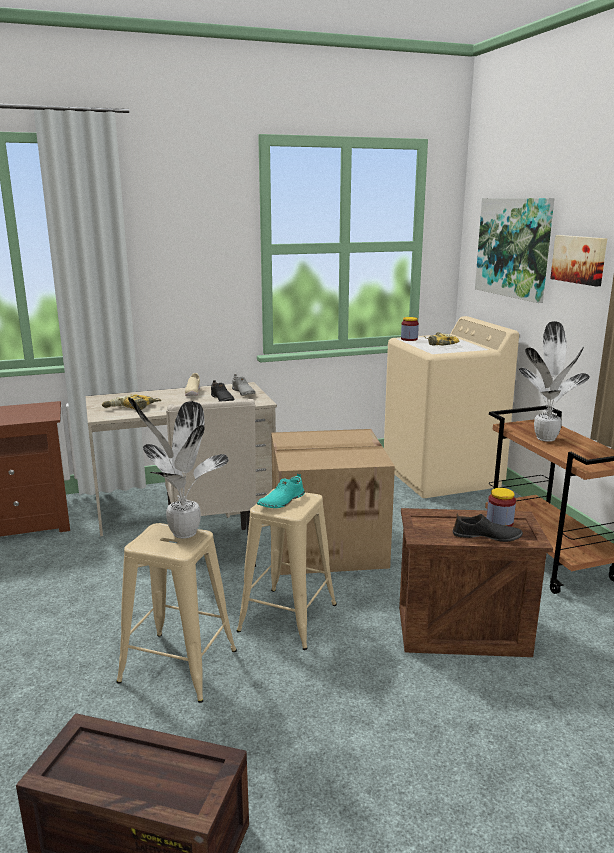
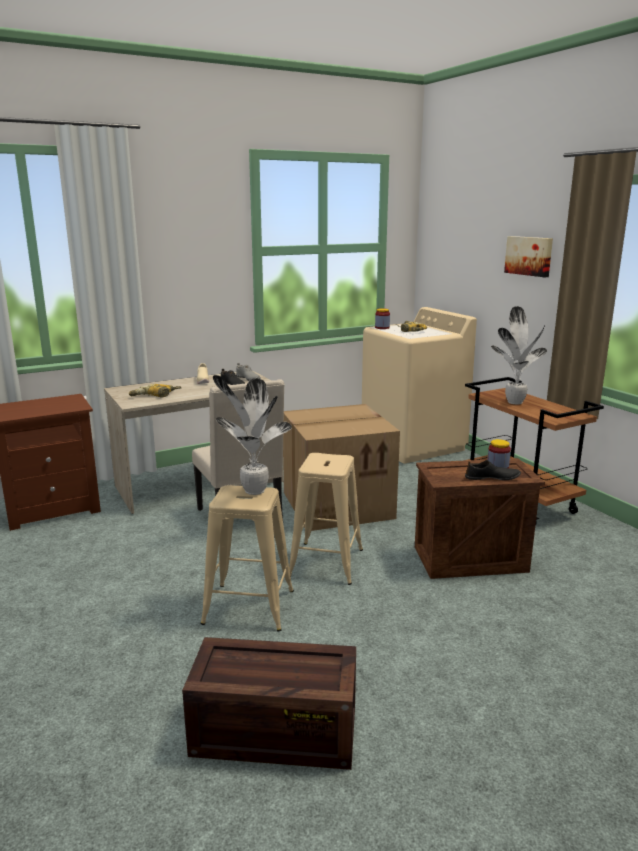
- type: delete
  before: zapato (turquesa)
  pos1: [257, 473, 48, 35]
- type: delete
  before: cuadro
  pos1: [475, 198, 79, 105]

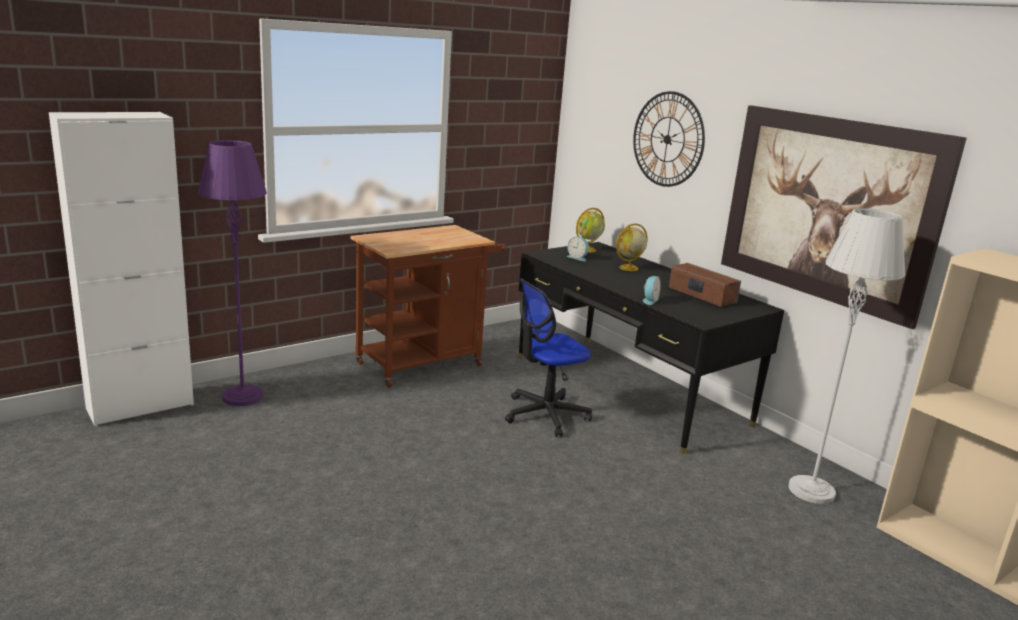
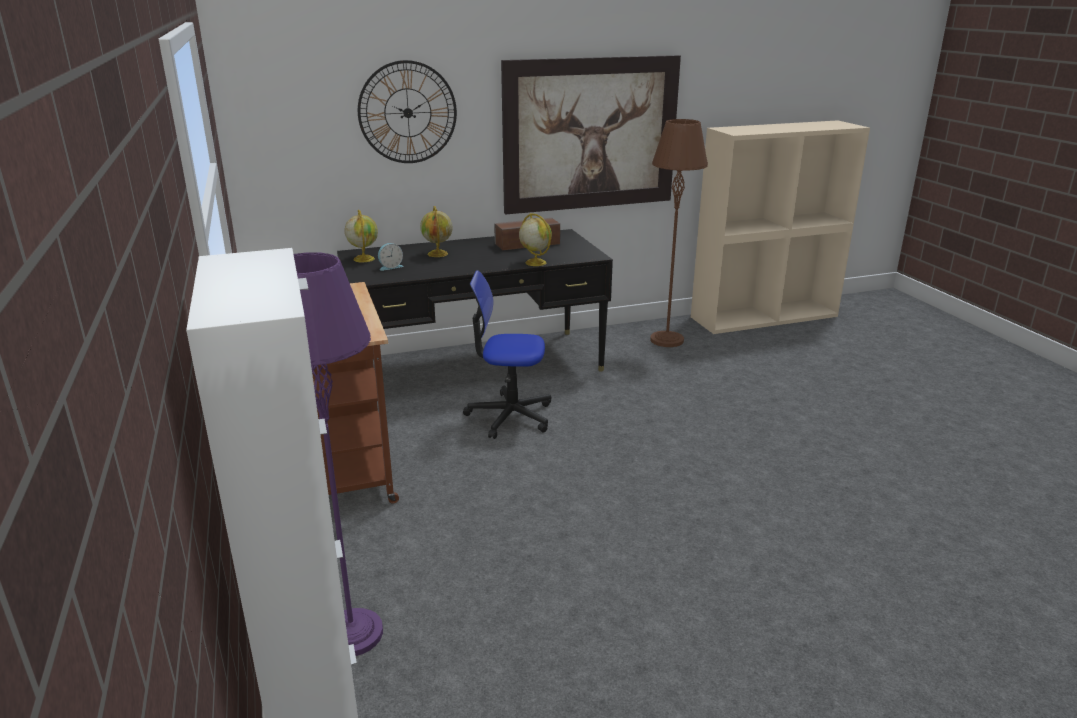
- type: rotate
  before: silla de oficina
  pos1: [505, 279, 87, 158]
  pos2: [463, 270, 88, 169]
  turn: 105
- type: replace
  before: despertador
  after: globo terráqueo
  pos1: [643, 276, 18, 29]
  pos2: [519, 213, 33, 53]
- type: recolor
  before: lámpara de pie (gris)
  after: lámpara de pie (marrón)
  pos1: [788, 208, 117, 296]
  pos2: [650, 119, 58, 228]

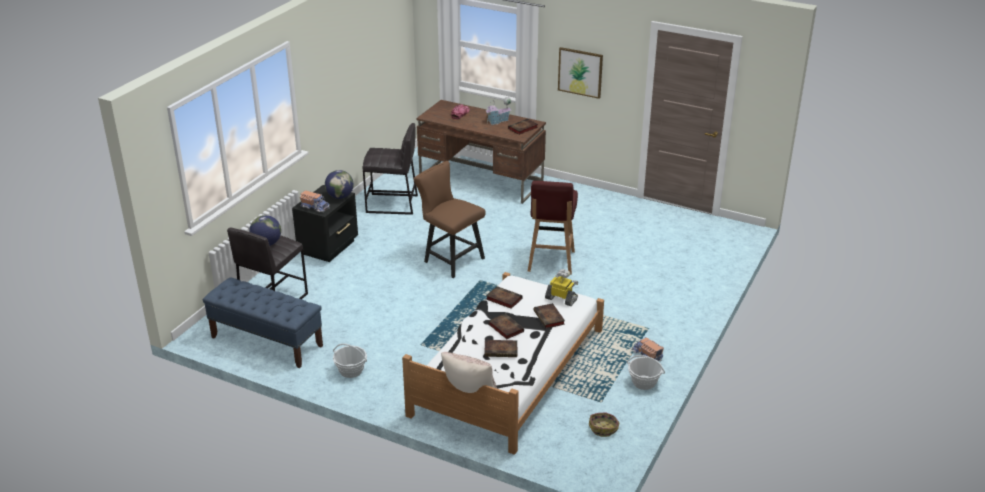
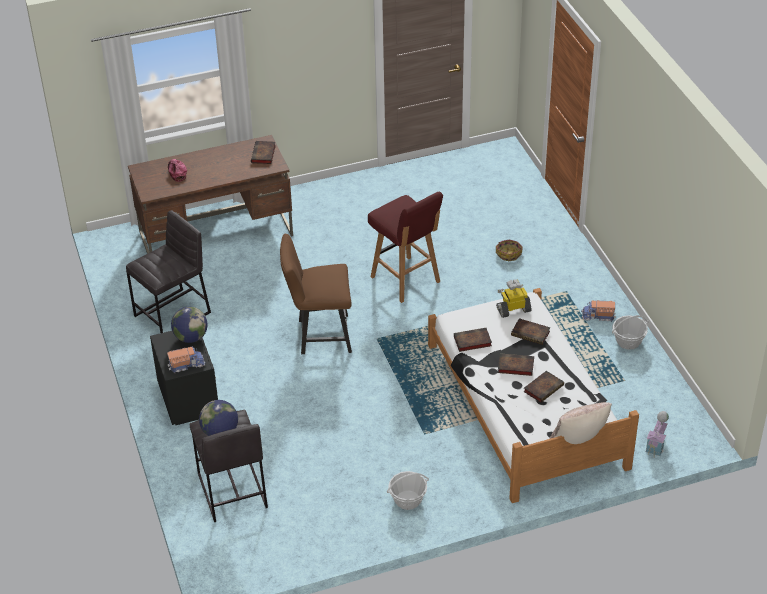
- type: delete
  before: banco (azul)
  pos1: [203, 277, 120, 91]
- type: move
  before: casita
  pos1: [485, 97, 26, 28]
  pos2: [645, 411, 24, 45]
- type: delete
  before: cuadro
  pos1: [558, 47, 45, 52]
- type: move
  before: cesta
  pos1: [589, 412, 30, 25]
  pos2: [496, 240, 27, 21]

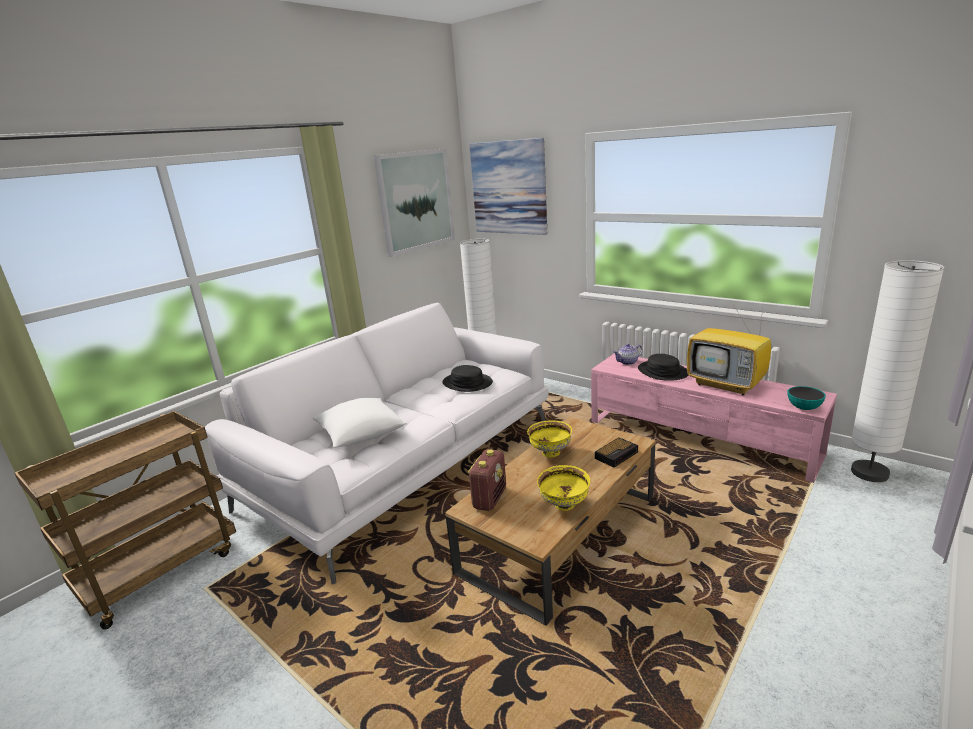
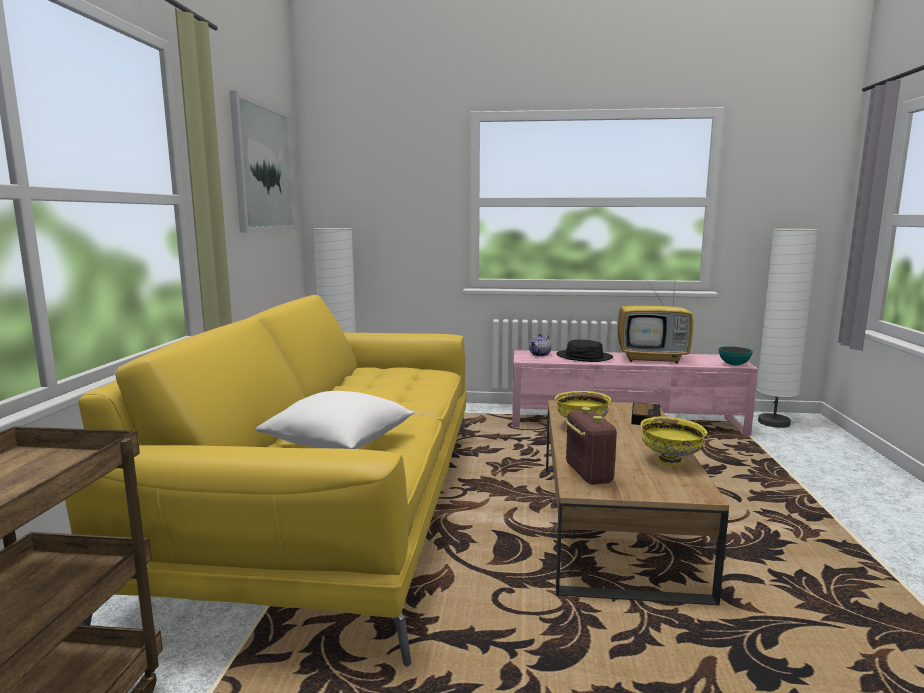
- type: recolor
  before: sofá (blanco)
  after: sofá (amarillo)
  pos1: [205, 303, 343, 281]
  pos2: [65, 295, 402, 372]
- type: delete
  before: sombrero (negro)
  pos1: [442, 365, 51, 27]
- type: delete
  before: cuadro
  pos1: [469, 138, 78, 97]

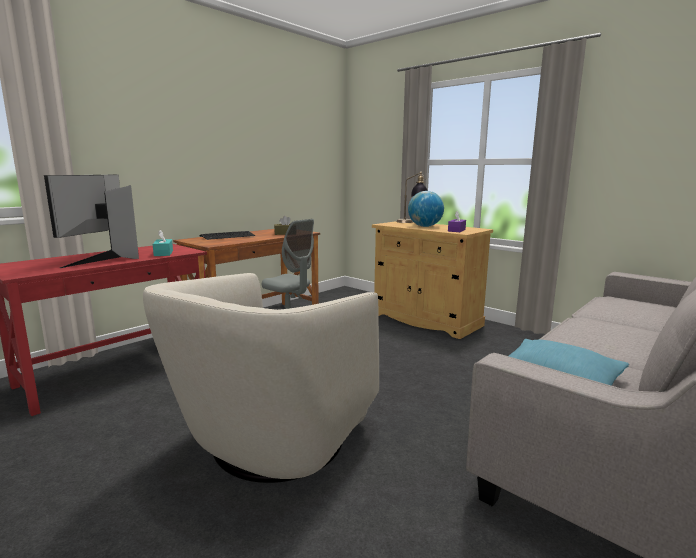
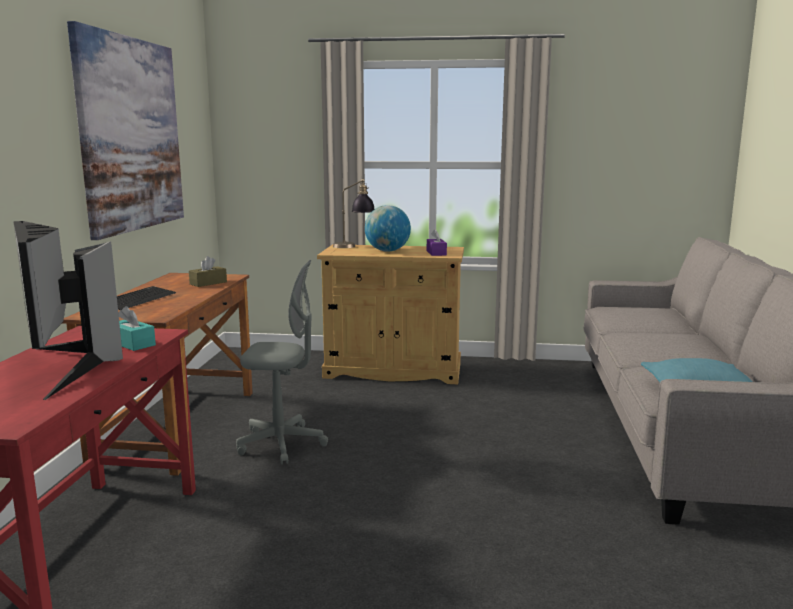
- type: delete
  before: sillón (beis)
  pos1: [143, 273, 236, 210]
- type: insert
  after: cuadro
  pos2: [67, 21, 117, 219]

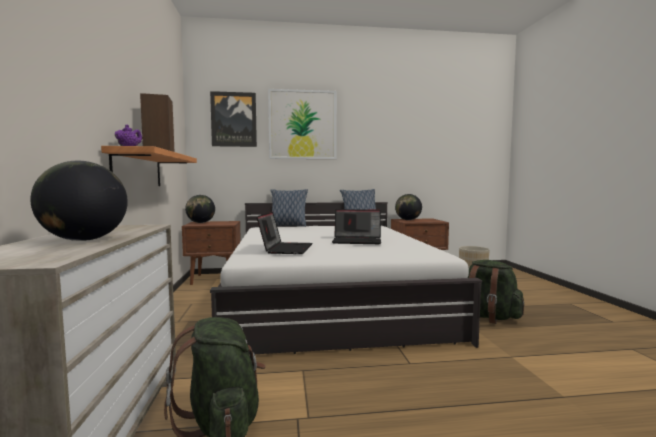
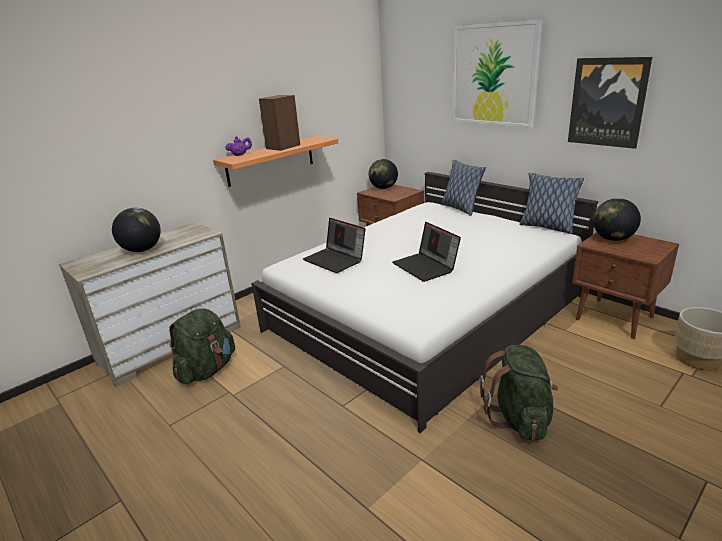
- type: move
  before: cuadro
  pos1: [210, 91, 47, 56]
  pos2: [568, 57, 84, 92]
- type: rotate
  before: portátil
  pos1: [257, 212, 55, 42]
  pos2: [303, 218, 63, 55]
  turn: 75

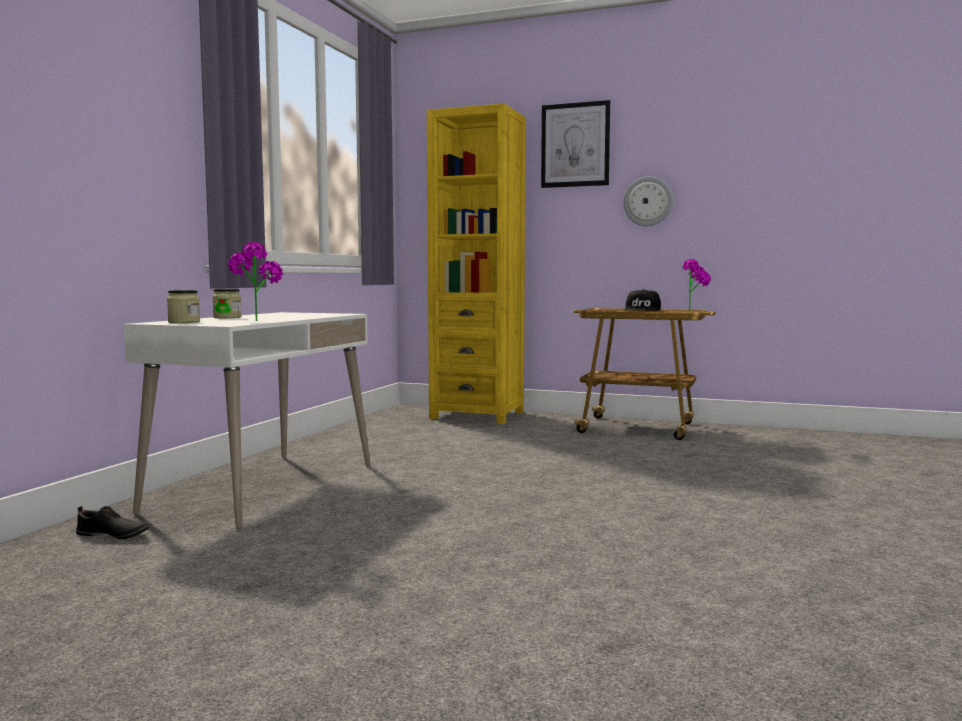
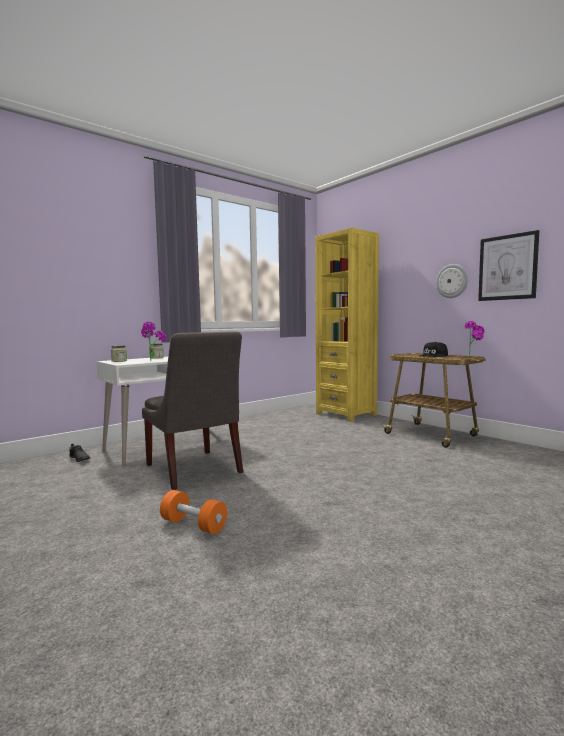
- type: move
  before: cuadro
  pos1: [541, 100, 69, 88]
  pos2: [478, 230, 61, 71]
- type: insert
  after: silla (gris)
  pos2: [142, 331, 101, 159]
- type: insert
  after: mancuerna (naranja)
  pos2: [160, 490, 67, 44]

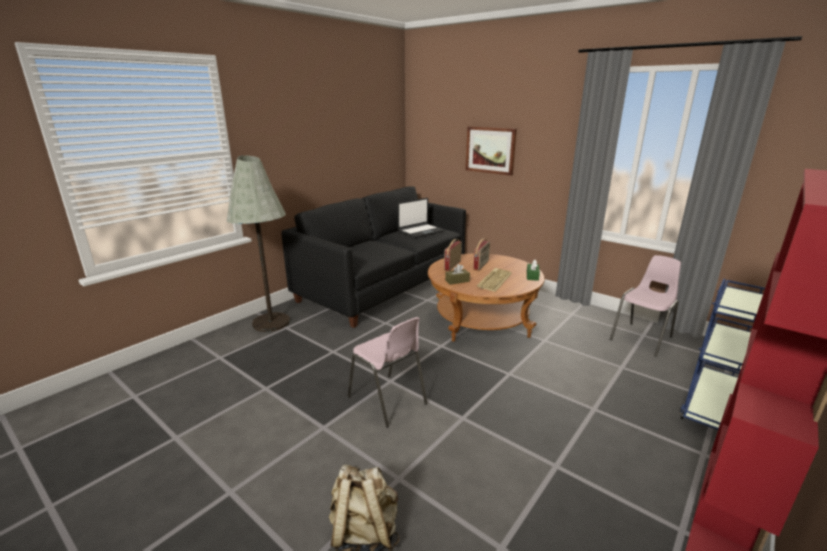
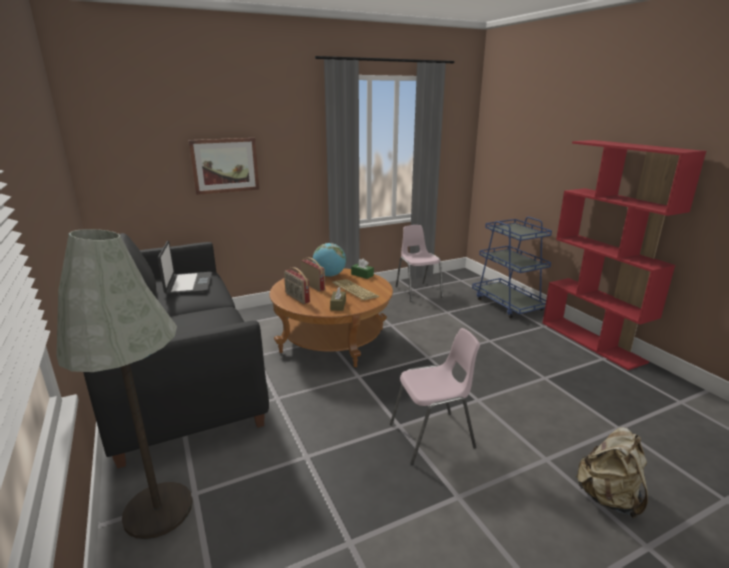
- type: insert
  after: globo terráqueo
  pos2: [312, 243, 34, 34]

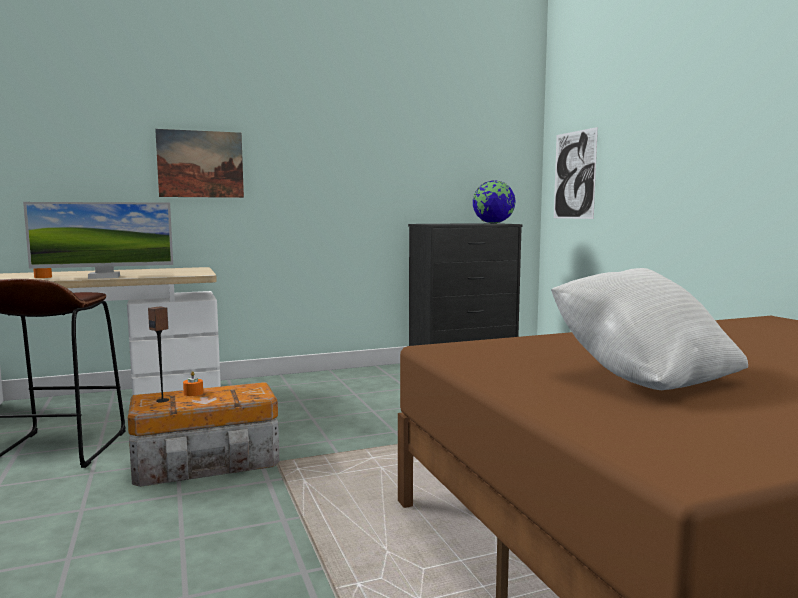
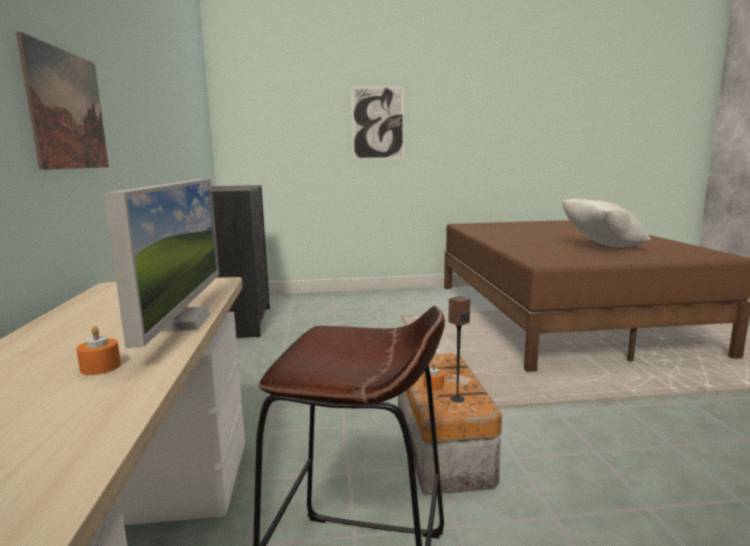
- type: delete
  before: globo terráqueo
  pos1: [473, 180, 43, 44]
- type: move
  before: cuadro
  pos1: [554, 127, 44, 92]
  pos2: [351, 86, 53, 73]

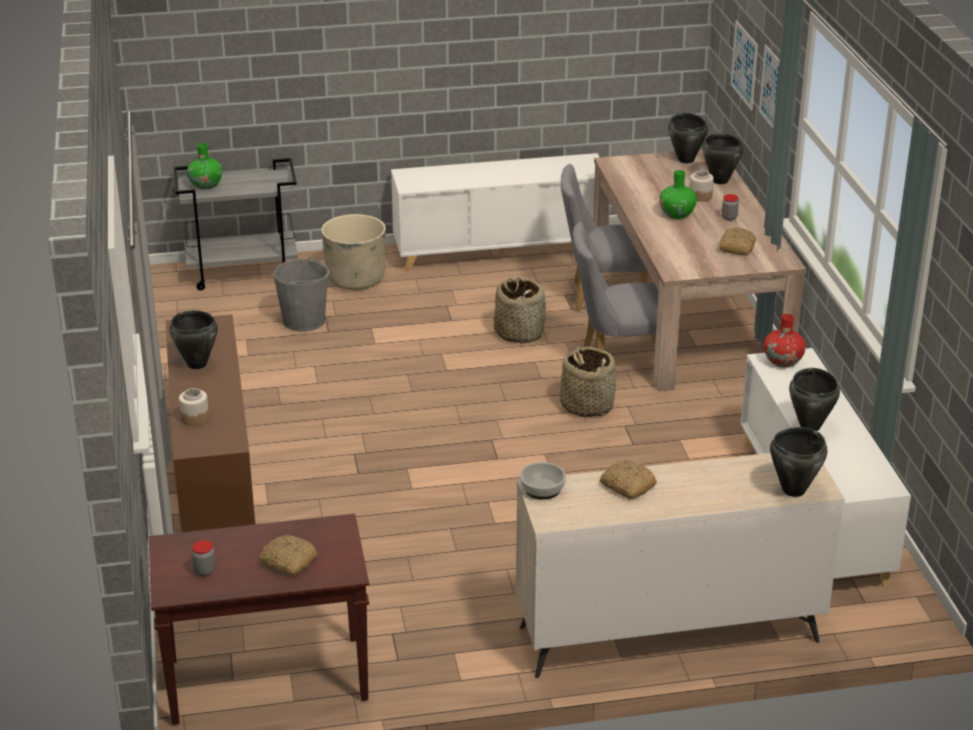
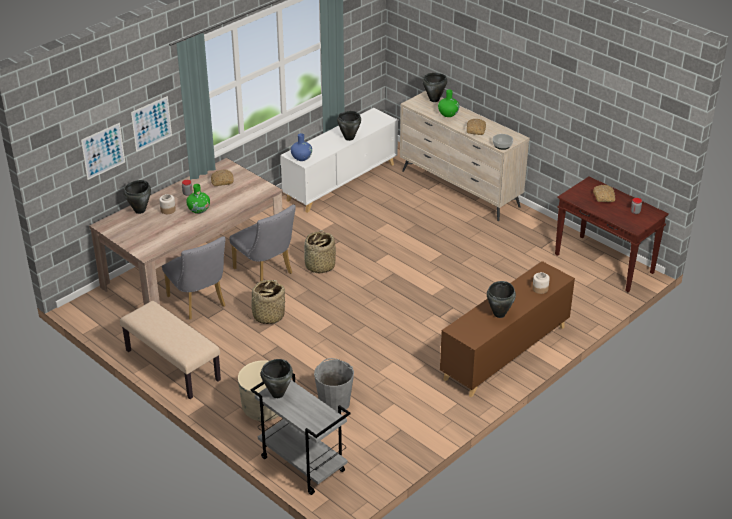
- type: move
  before: florero (verde)
  pos1: [187, 143, 36, 47]
  pos2: [438, 89, 21, 28]
- type: replace
  before: armario (blanco)
  after: banco (beis)
  pos1: [391, 153, 219, 119]
  pos2: [120, 301, 101, 98]
- type: move
  before: olla (negro)
  pos1: [668, 113, 40, 50]
  pos2: [261, 359, 32, 39]
- type: recolor
  before: florero (rojo)
  after: florero (azul)
  pos1: [764, 314, 42, 53]
  pos2: [291, 133, 21, 28]

